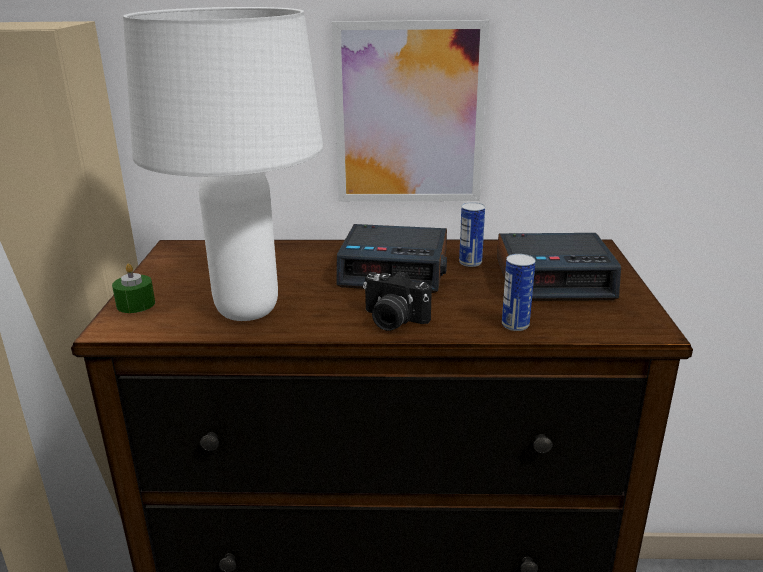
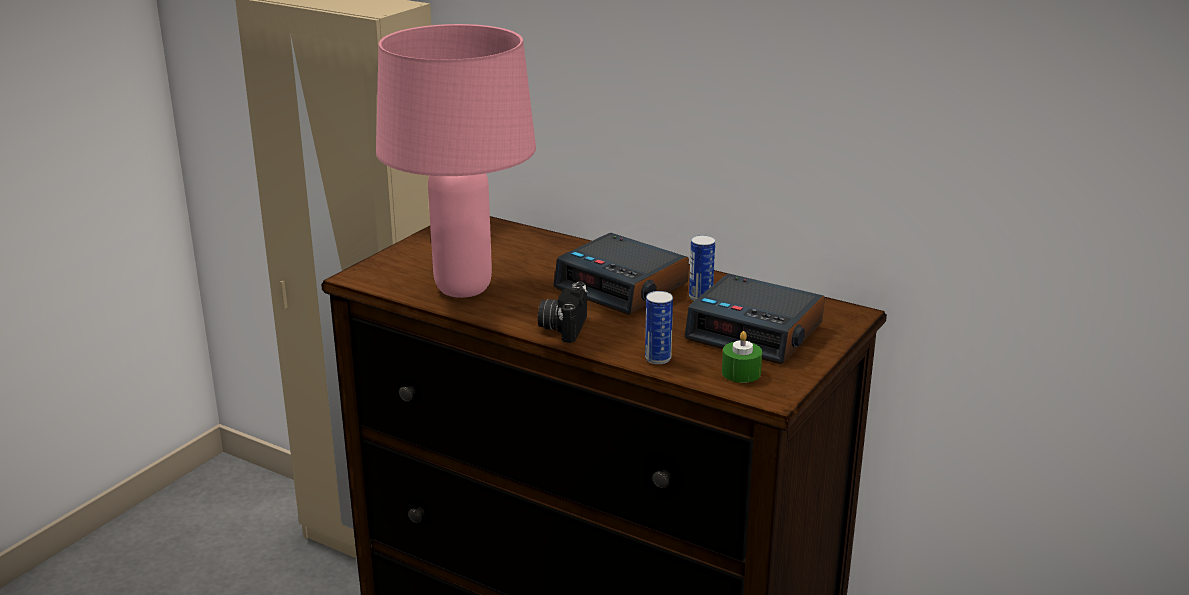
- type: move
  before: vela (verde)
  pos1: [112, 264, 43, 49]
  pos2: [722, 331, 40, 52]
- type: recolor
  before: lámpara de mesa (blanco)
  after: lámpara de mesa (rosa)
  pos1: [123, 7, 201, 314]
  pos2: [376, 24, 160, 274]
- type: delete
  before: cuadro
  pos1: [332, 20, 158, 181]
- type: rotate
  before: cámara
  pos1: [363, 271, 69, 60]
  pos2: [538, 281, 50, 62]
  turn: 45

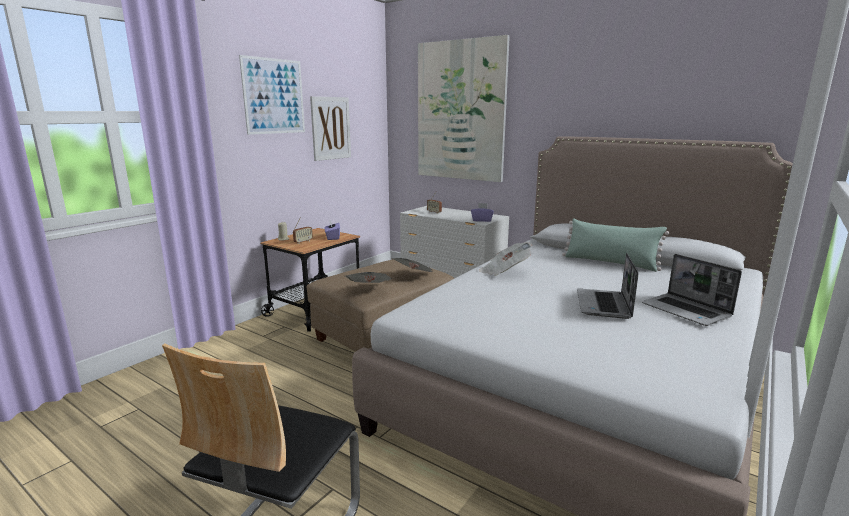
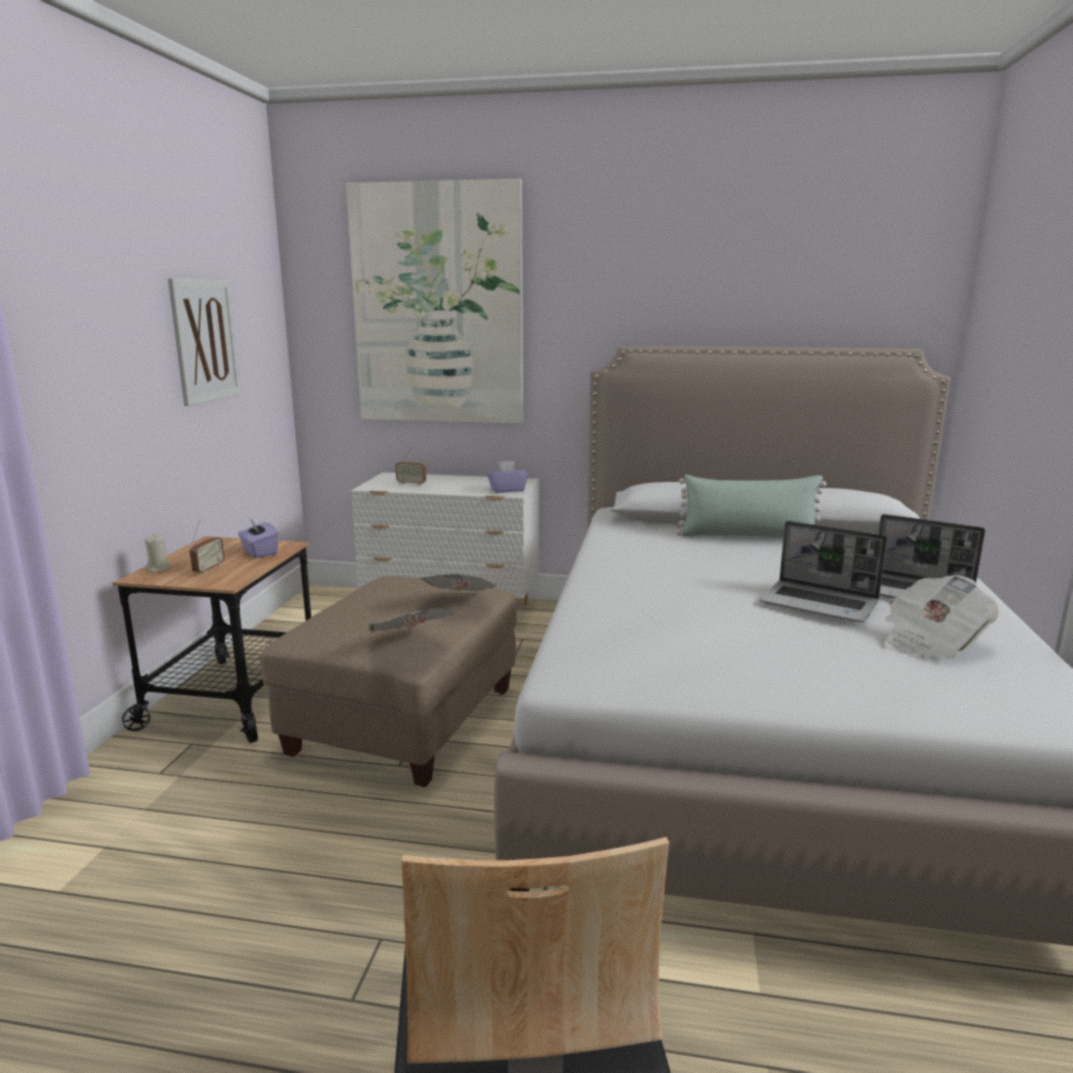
- type: delete
  before: cuadro
  pos1: [239, 55, 66, 80]
- type: move
  before: periódico
  pos1: [479, 242, 54, 34]
  pos2: [885, 575, 114, 84]
- type: rotate
  before: portátil
  pos1: [577, 253, 62, 66]
  pos2: [760, 521, 127, 101]
  turn: -45

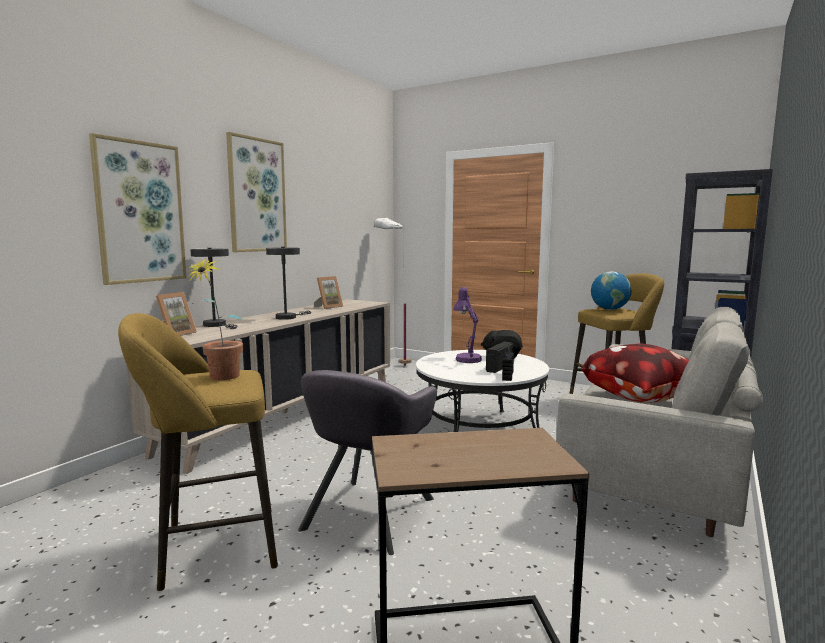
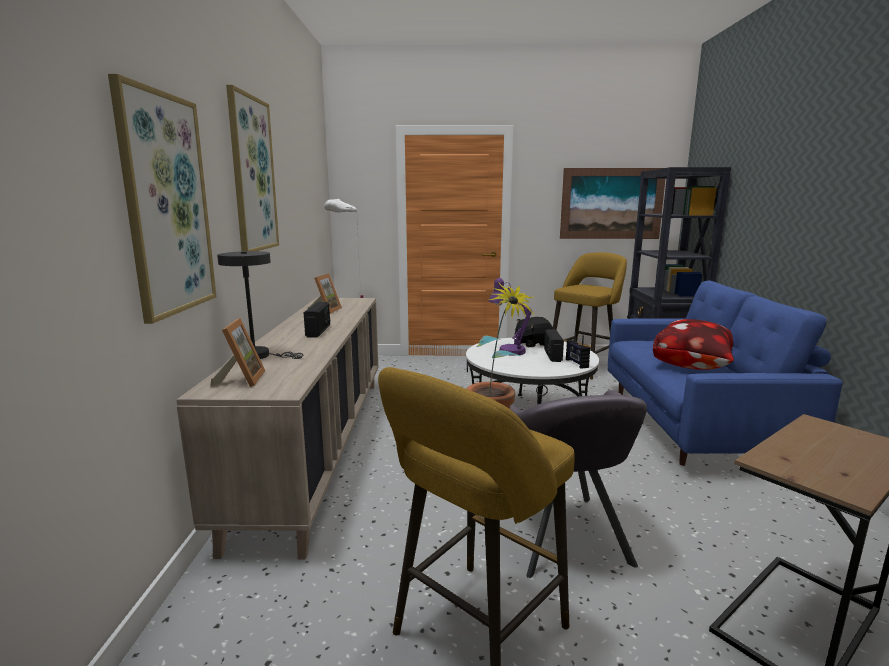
- type: replace
  before: lámpara de mesa (gris)
  after: radio
  pos1: [266, 247, 45, 73]
  pos2: [303, 302, 27, 36]
- type: recolor
  before: sofá (gris)
  after: sofá (azul)
  pos1: [556, 307, 207, 230]
  pos2: [607, 280, 236, 186]
- type: delete
  before: globo terráqueo
  pos1: [591, 272, 41, 38]
- type: insert
  after: cuadro
  pos2: [560, 168, 105, 71]

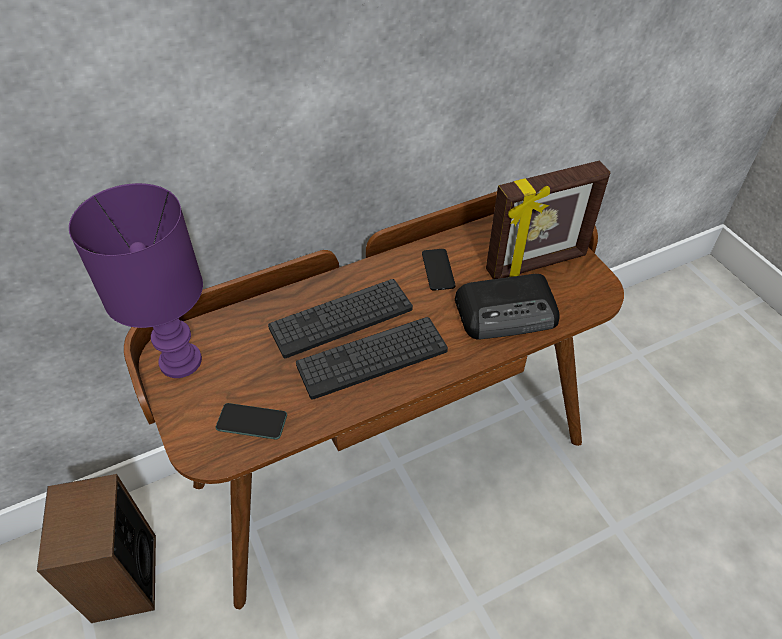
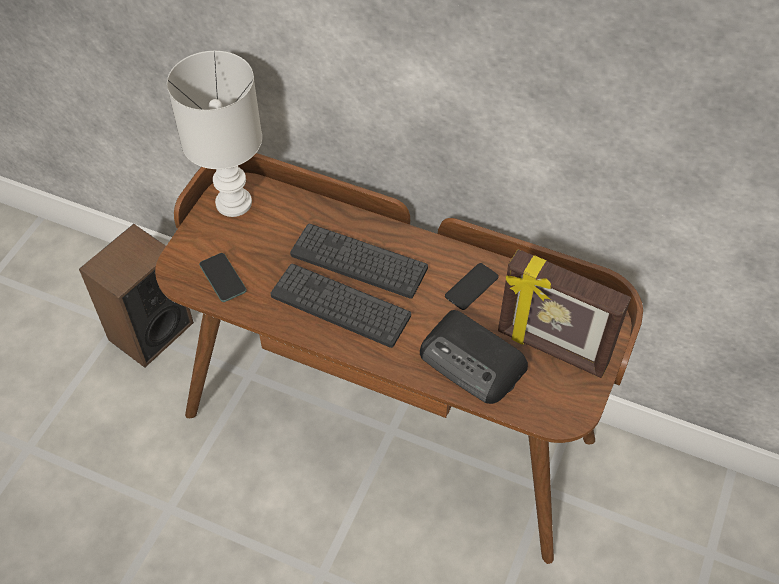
- type: recolor
  before: lámpara de mesa (morado)
  after: lámpara de mesa (blanco)
  pos1: [69, 183, 134, 195]
  pos2: [167, 51, 95, 166]

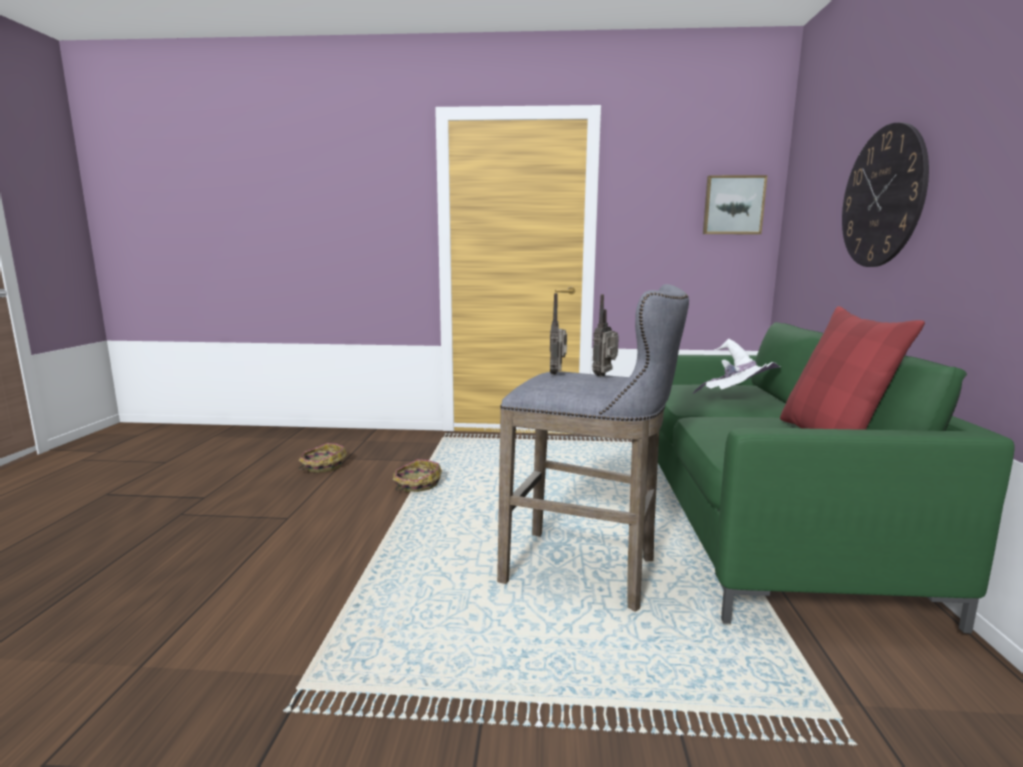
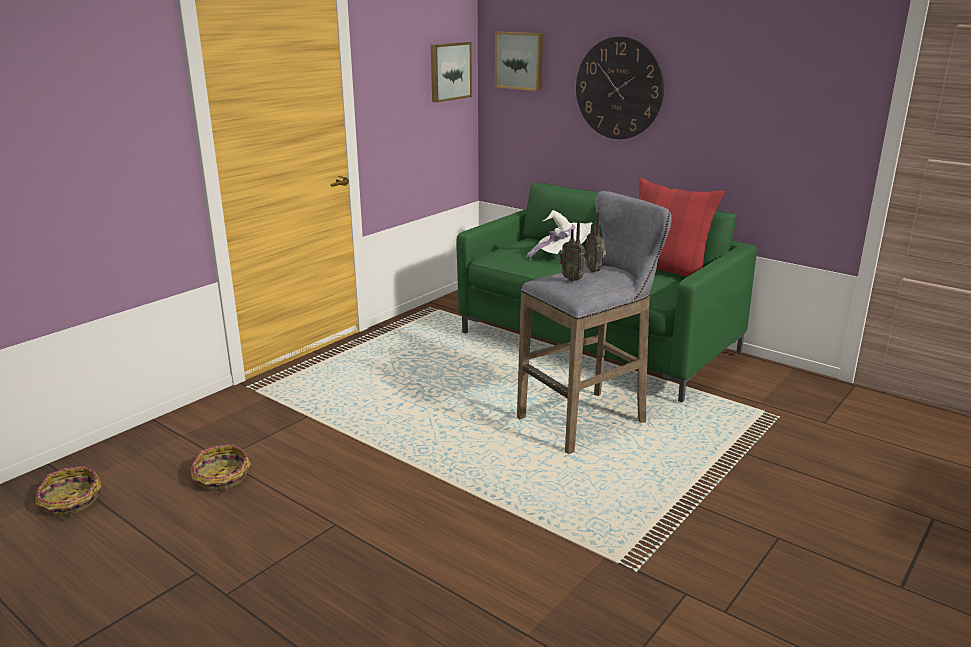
- type: move
  before: cesta
  pos1: [393, 459, 49, 33]
  pos2: [36, 466, 66, 51]
- type: insert
  after: cuadro
  pos2: [495, 31, 48, 60]

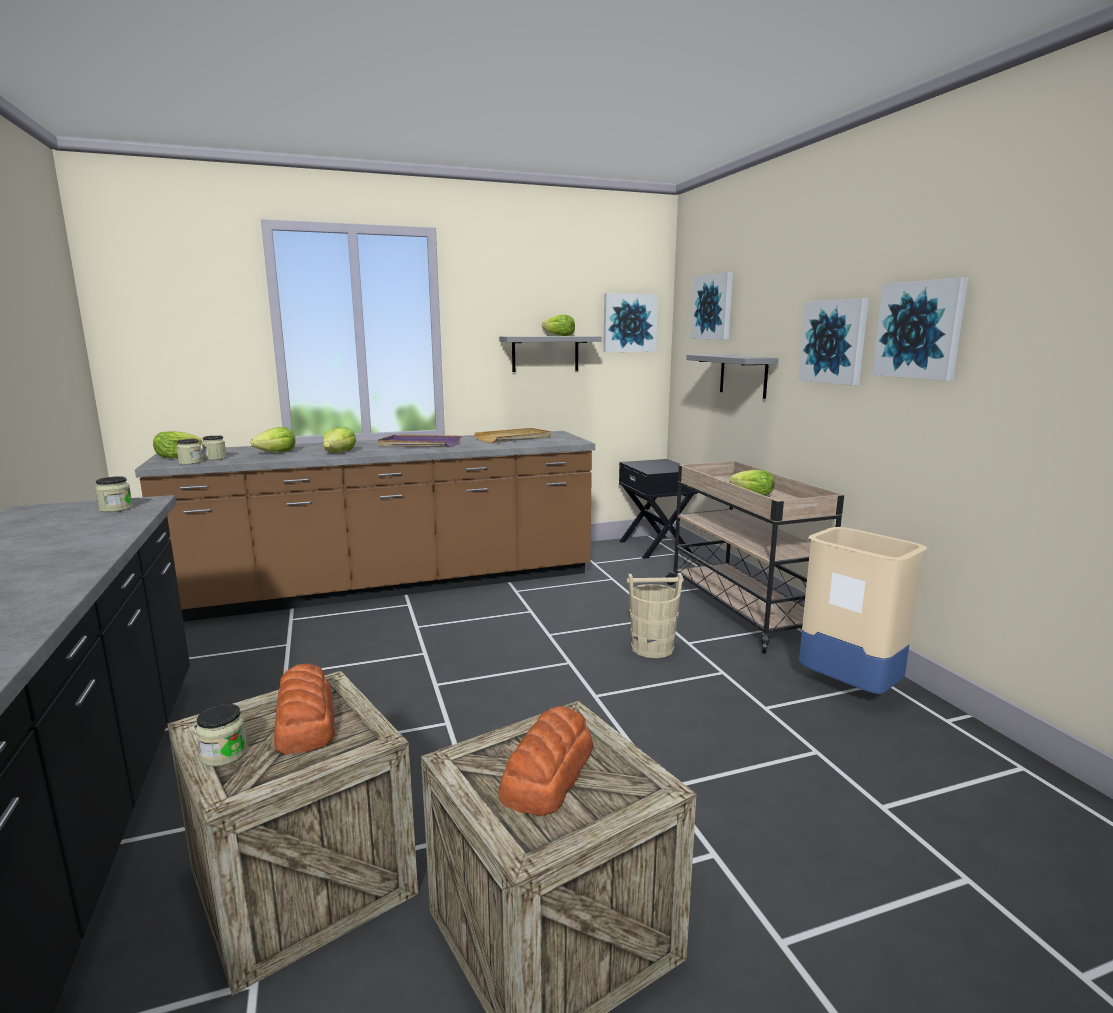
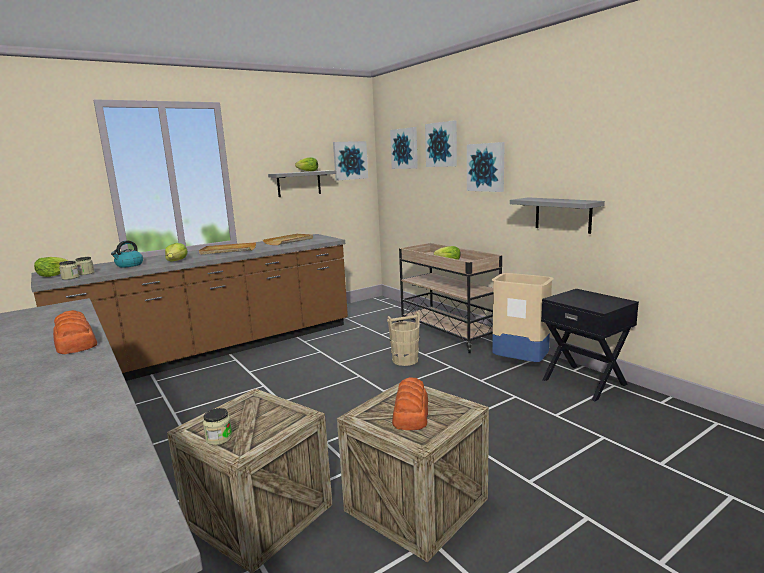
- type: delete
  before: tarro
  pos1: [95, 476, 38, 36]
- type: replace
  before: lechuga
  after: hervidor
  pos1: [251, 427, 45, 25]
  pos2: [111, 241, 32, 27]
- type: move
  before: pan
  pos1: [274, 663, 61, 91]
  pos2: [53, 310, 44, 44]
- type: recolor
  before: bandeja (morado)
  after: bandeja (beis)
  pos1: [377, 435, 84, 12]
  pos2: [199, 242, 57, 12]
- type: move
  before: mesita de noche (negro)
  pos1: [619, 459, 79, 100]
  pos2: [541, 289, 98, 112]
- type: move
  before: estante (gris)
  pos1: [686, 354, 93, 45]
  pos2: [510, 197, 95, 37]
- type: move
  before: cuadro
  pos1: [872, 277, 96, 104]
  pos2: [425, 121, 32, 46]

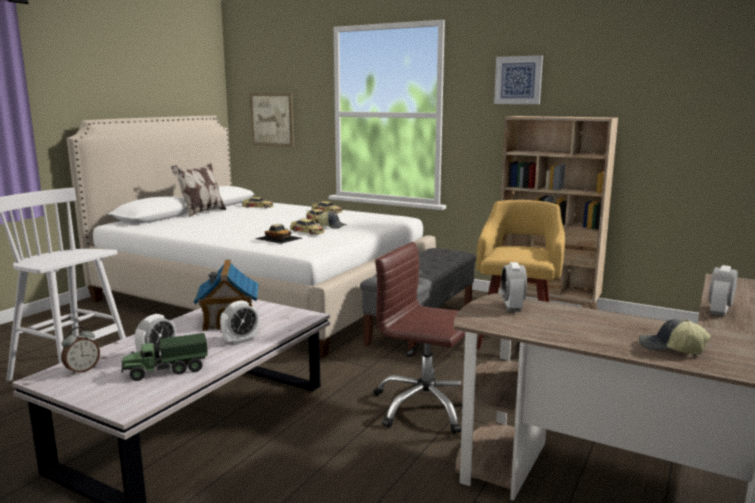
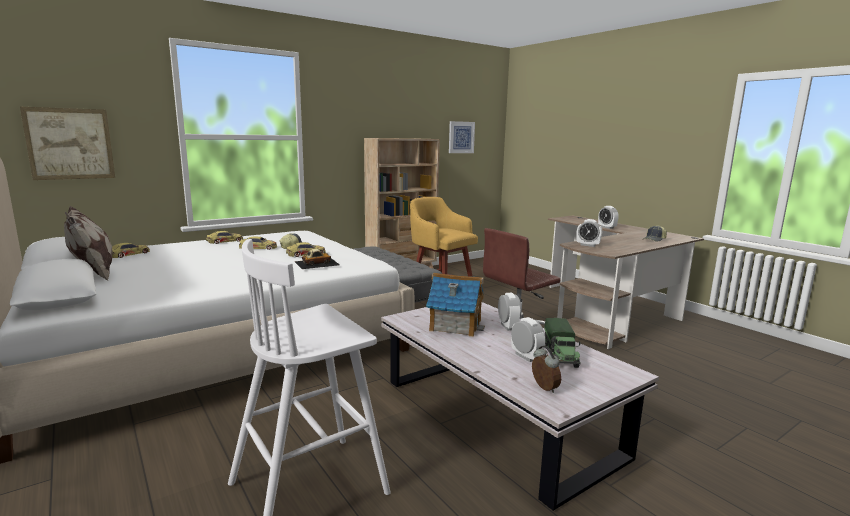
- type: move
  before: cuadro
  pos1: [494, 55, 49, 49]
  pos2: [449, 121, 26, 32]

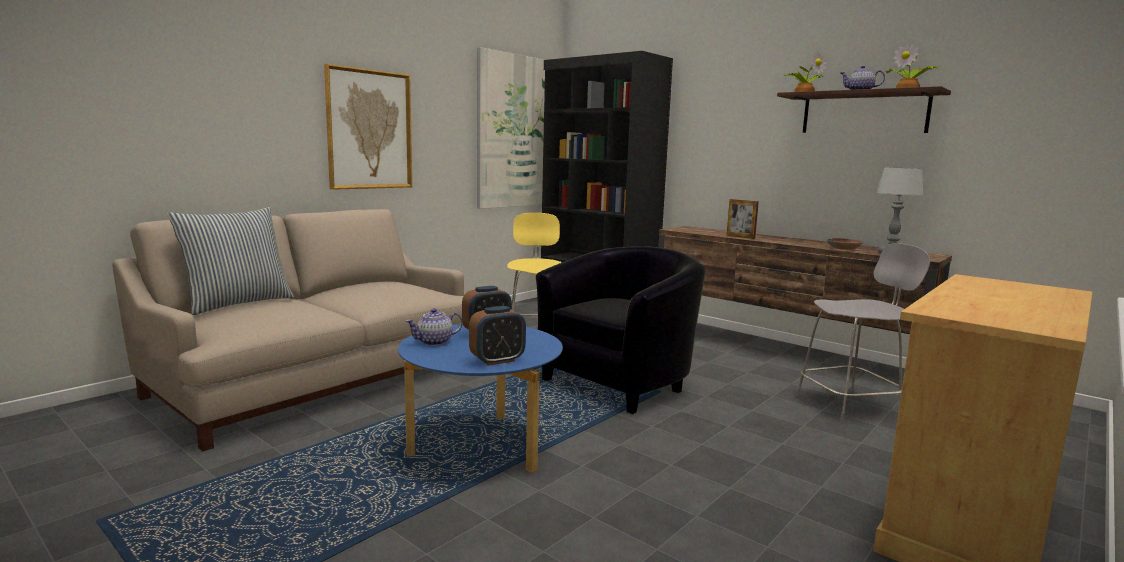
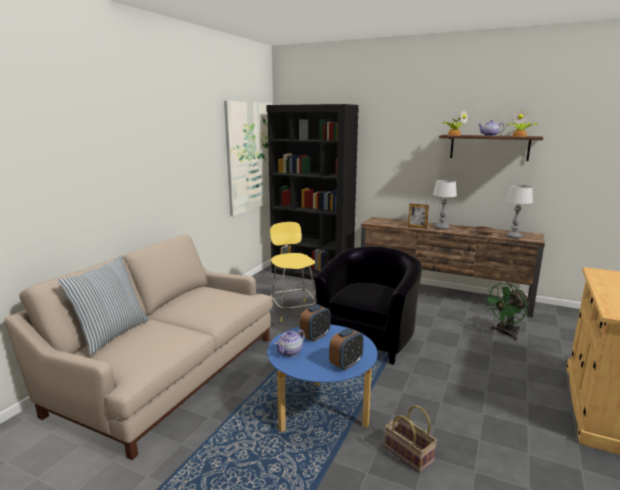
- type: delete
  before: cuadro
  pos1: [324, 64, 88, 126]
- type: replace
  before: taburete (gris)
  after: ventilador (verde)
  pos1: [796, 243, 134, 180]
  pos2: [485, 283, 44, 58]
- type: insert
  after: cesta
  pos2: [385, 405, 52, 68]
- type: insert
  after: lámpara de mesa
  pos2: [433, 180, 24, 50]

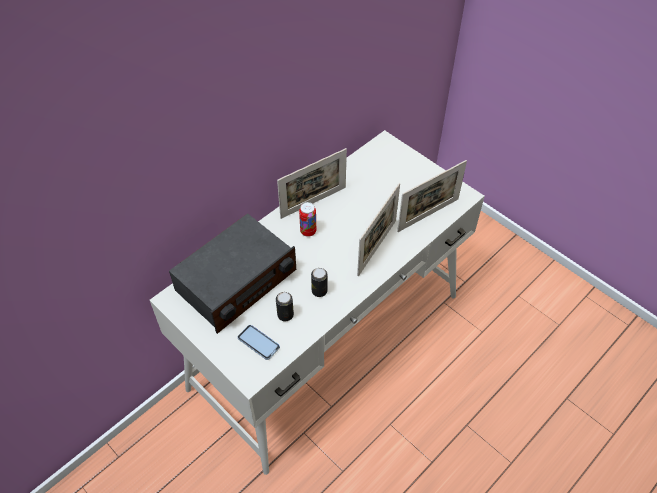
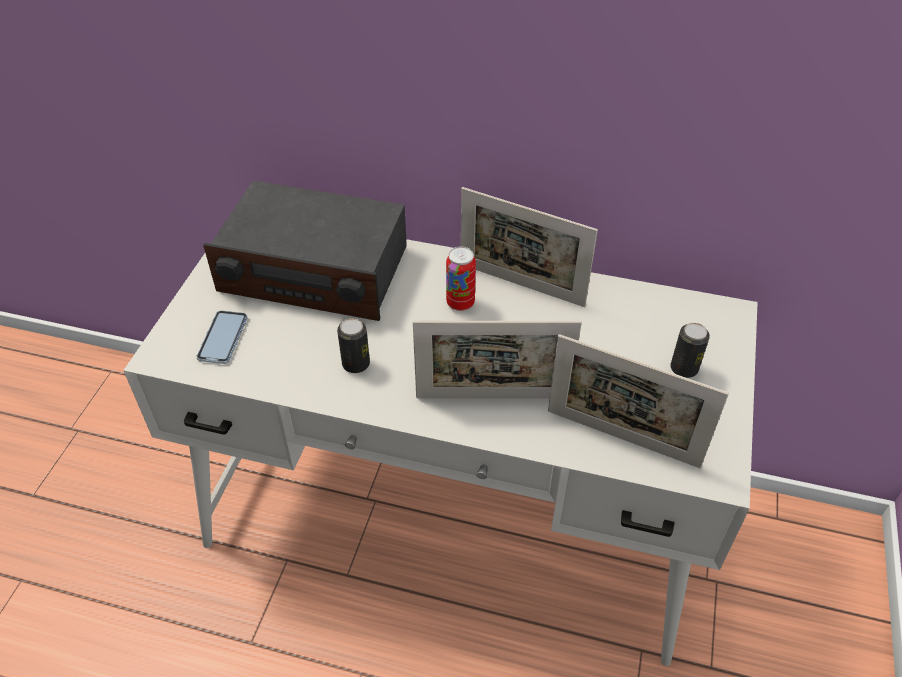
- type: move
  before: lata
  pos1: [276, 292, 18, 29]
  pos2: [670, 323, 40, 55]

